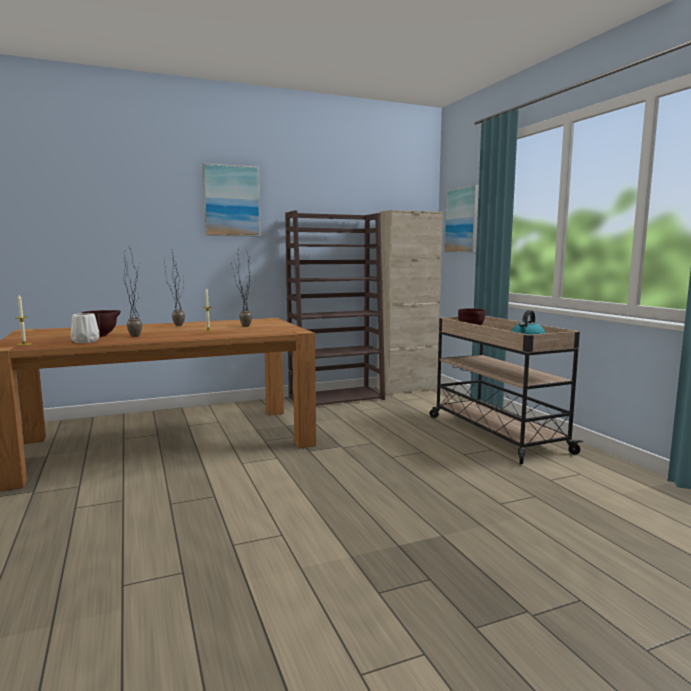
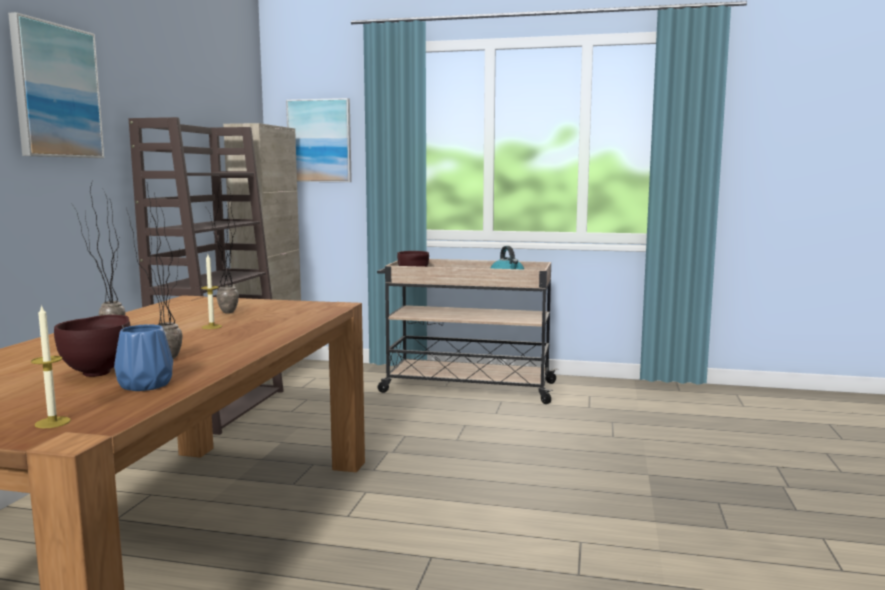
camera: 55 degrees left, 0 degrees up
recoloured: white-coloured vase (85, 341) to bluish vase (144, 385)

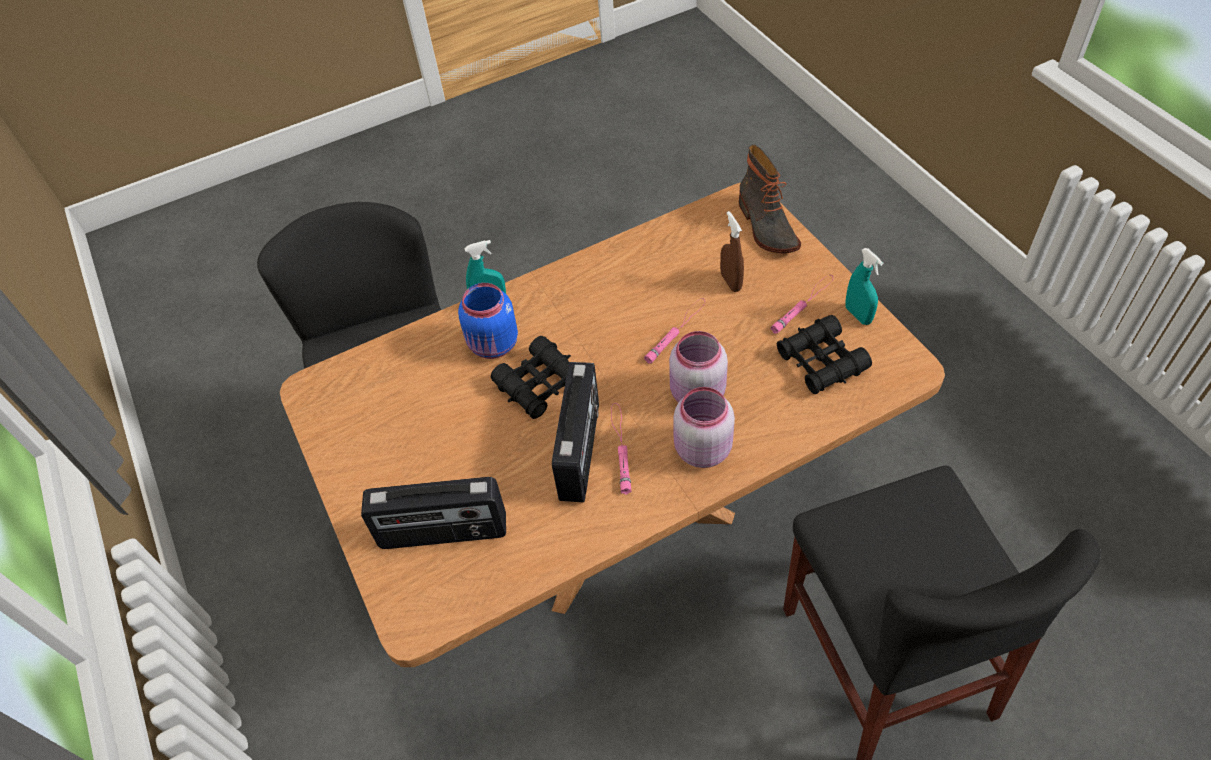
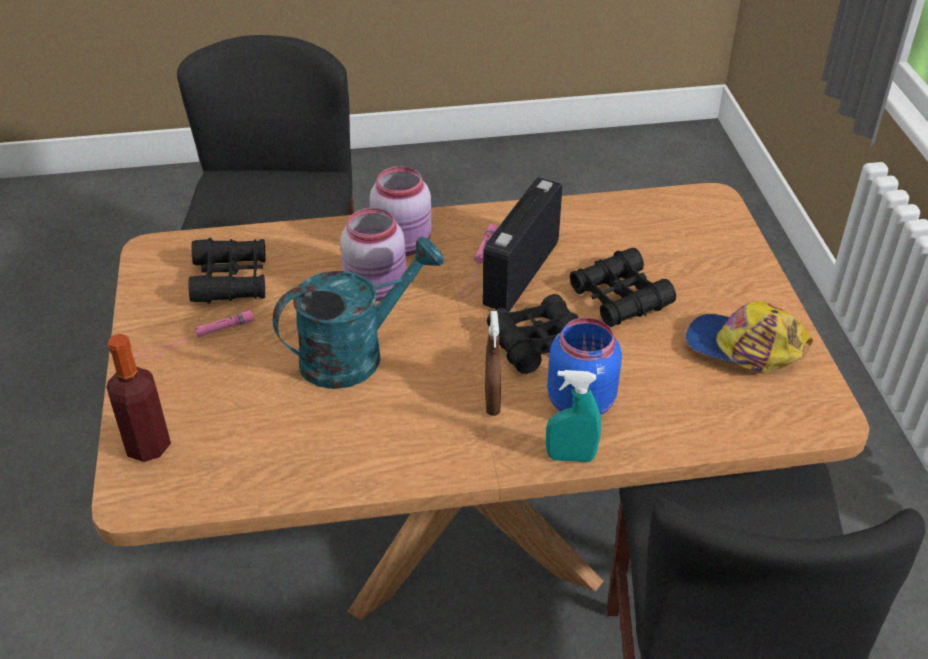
camera: 165 degrees left, 10 degrees down
removed: radio receiver (443, 533); turquoise sprayer (858, 315)
added: black pair of binoculars (620, 298); cap (744, 347)
moved: brown-coloured sprayer (730, 282) to (492, 402)
replaced: high-top boot (765, 227) to bottle (148, 446); pink torch (676, 330) to turquoise watering can (355, 353)

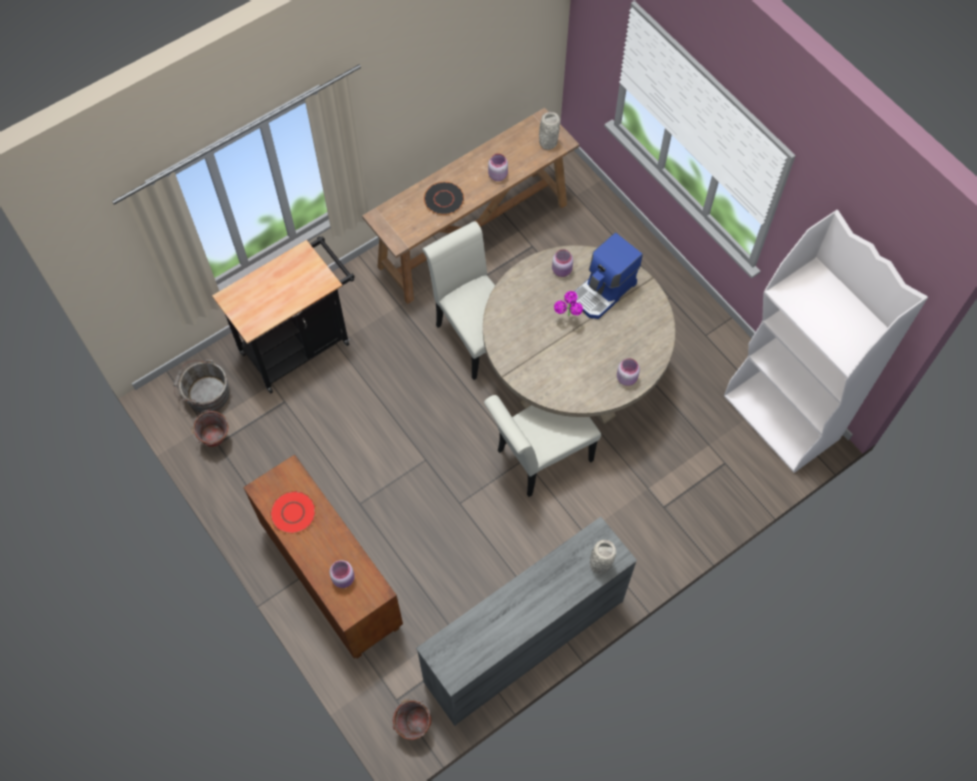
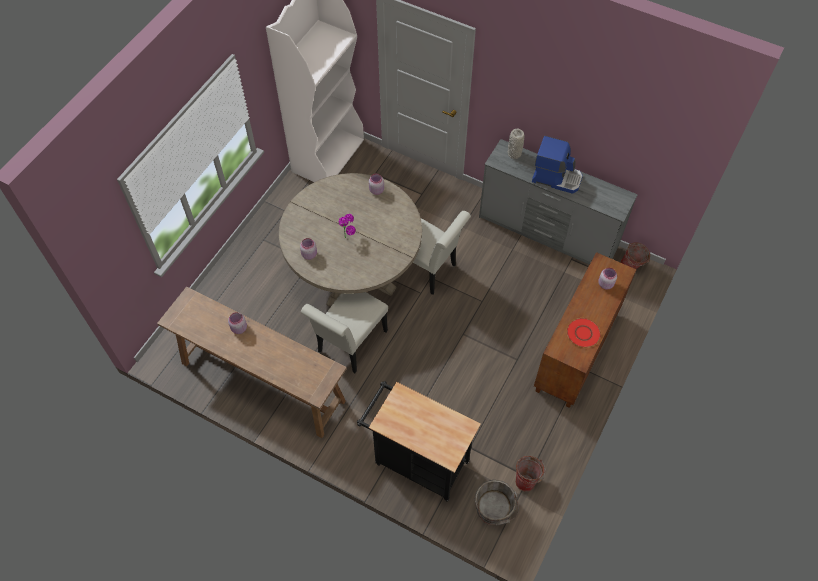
camera: 115 degrees left, 5 degrees down
removed: black flat dish (444, 199); gray vase (547, 143)
moved: coffee maker (604, 292) to (556, 177)

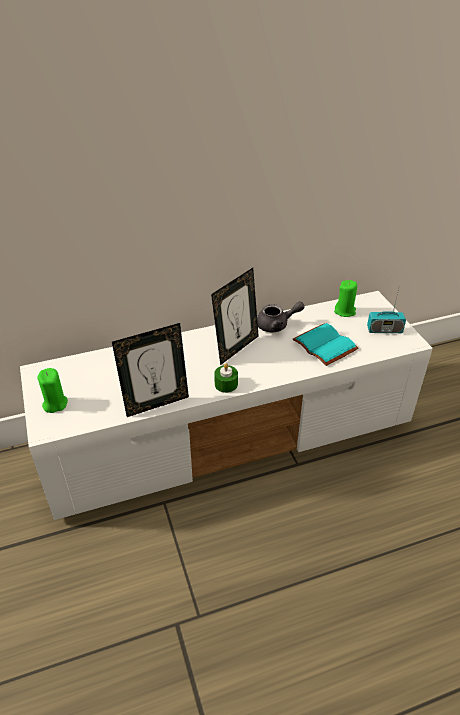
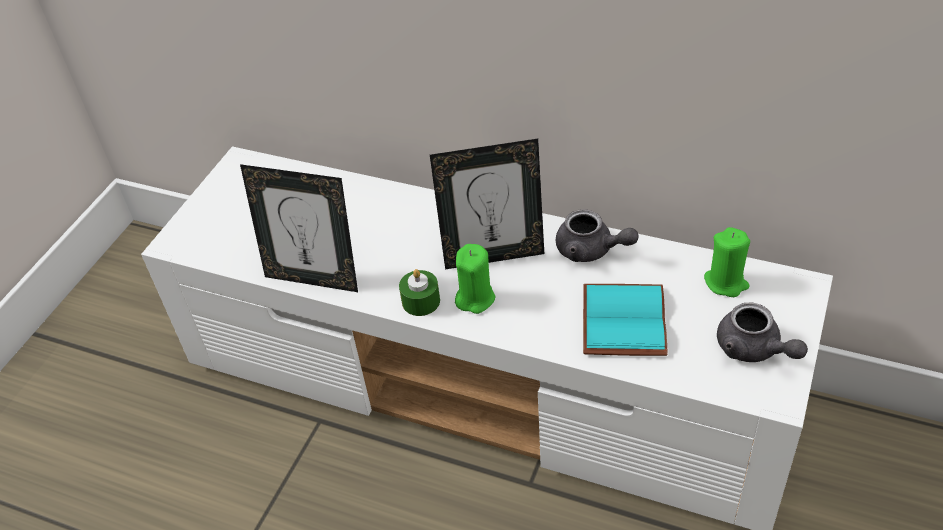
camera: 45 degrees right, 5 degrees up
moved: green-coloured wax candle (55, 403) to (475, 298)
replaced: radio receiver (384, 330) to gray pot for tea (754, 349)

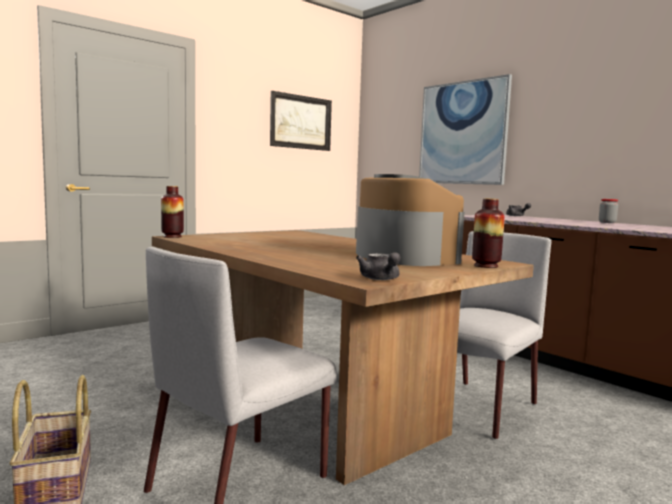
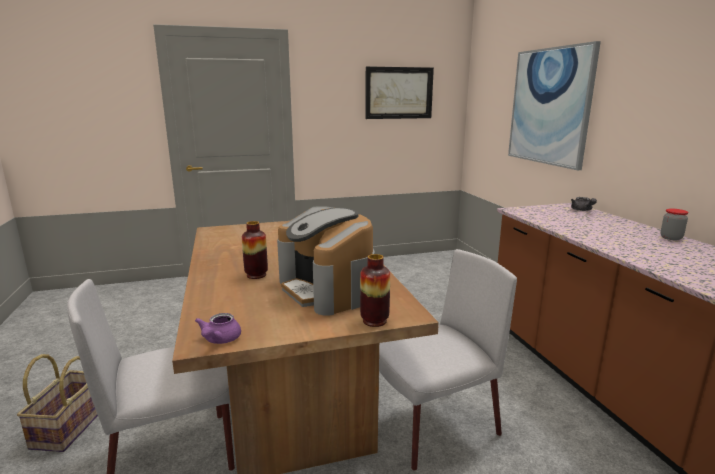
camera: 25 degrees right, 10 degrees up
moved: vase (172, 236) to (256, 275)
recoloured: gray pot for tea (381, 279) to purplish pot for tea (219, 340)
turned: coffee maker (403, 257) = (327, 289) 150 degrees clockwise

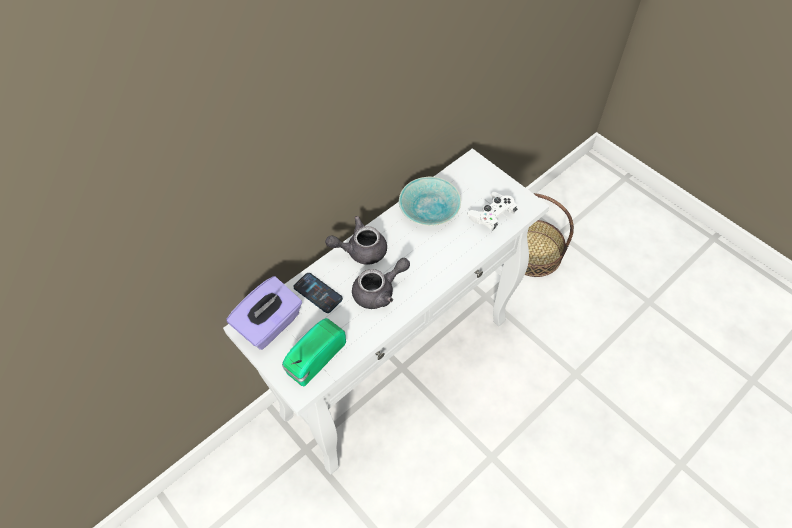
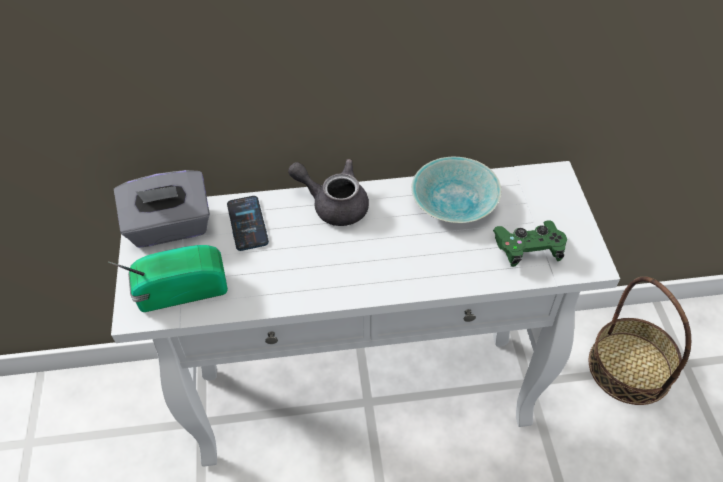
camera: 35 degrees right, 5 degrees down
removed: gray pot for tea (379, 291)
recoloured: purplish box of tissues (270, 325) to gray box of tissues (170, 227); white-coloured joypad (491, 216) to green-coloured joypad (528, 249)

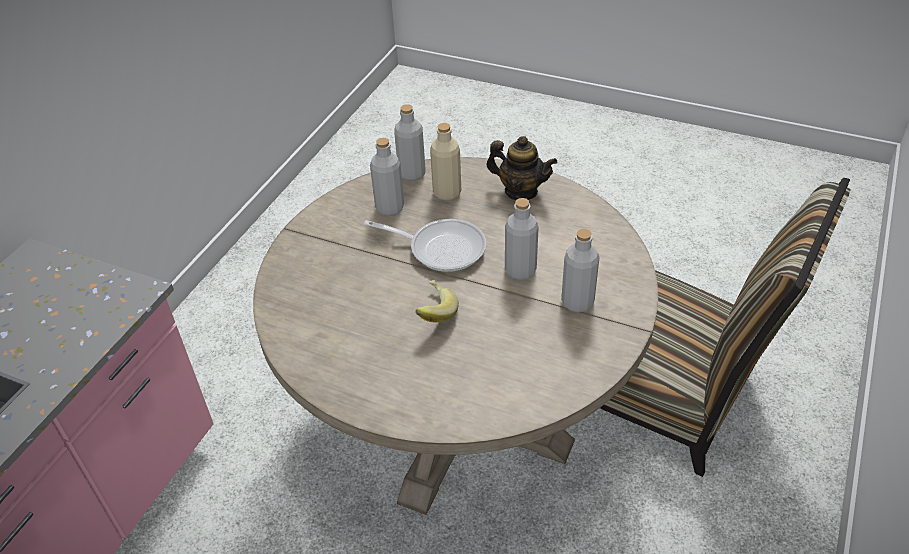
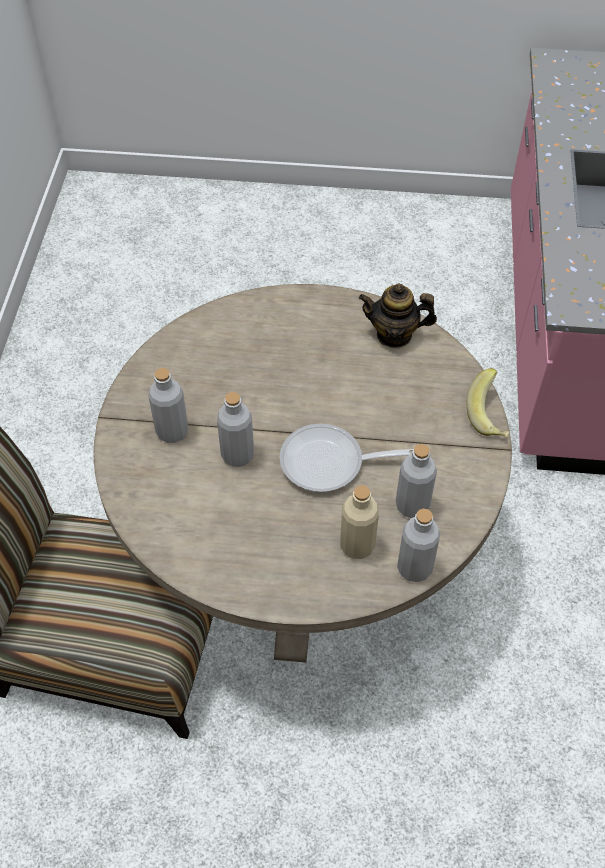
camera: 160 degrees right, 10 degrees up
moved: pot for tea (521, 191) to (394, 335); banana (433, 312) to (490, 416)

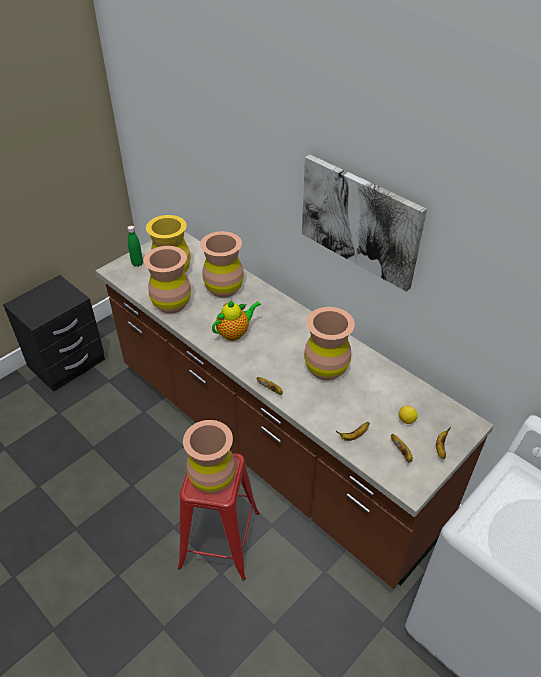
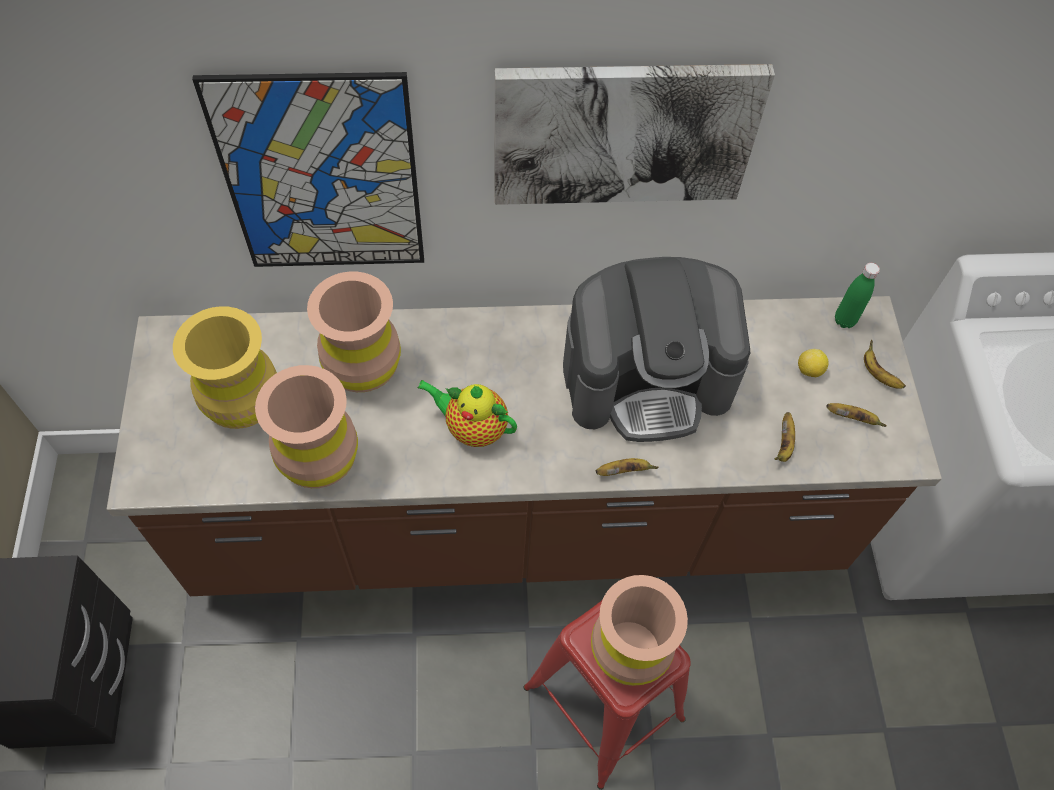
camera: 50 degrees left, 15 degrees up
added: wall picture (322, 178)
moved: green-coloured bottle (137, 263) to (844, 320)
replaced: brown-coloured vase (326, 368) to coffee maker (647, 378)
turned: pot for tea (235, 333) = (472, 428) 75 degrees counterclockwise

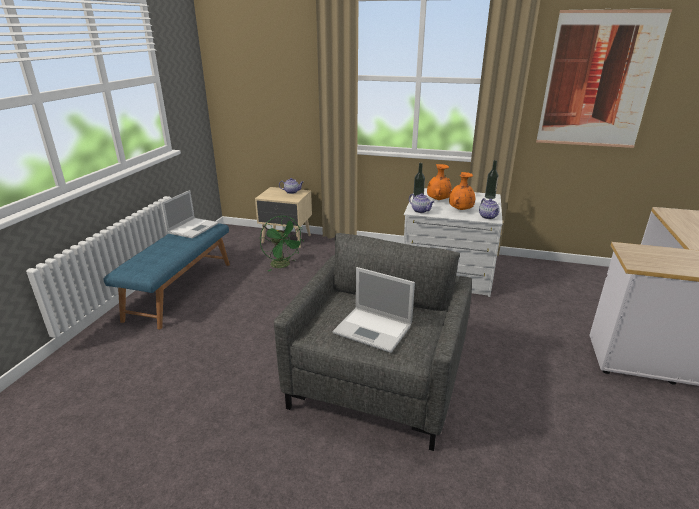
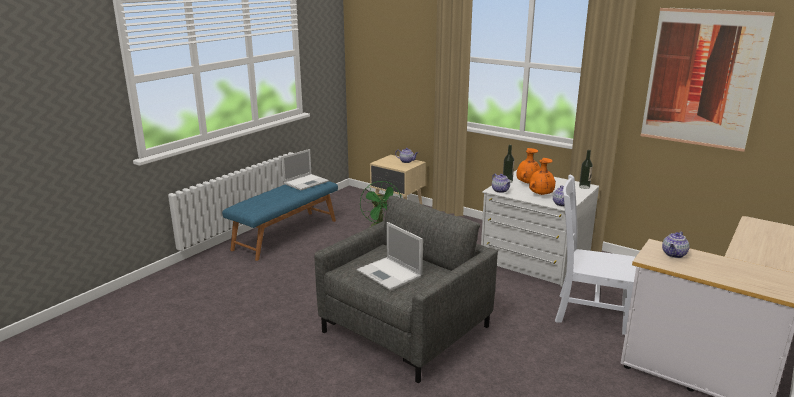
camera: 20 degrees right, 5 degrees down
added: white-coloured upright chair (588, 313); pot for tea (674, 254)

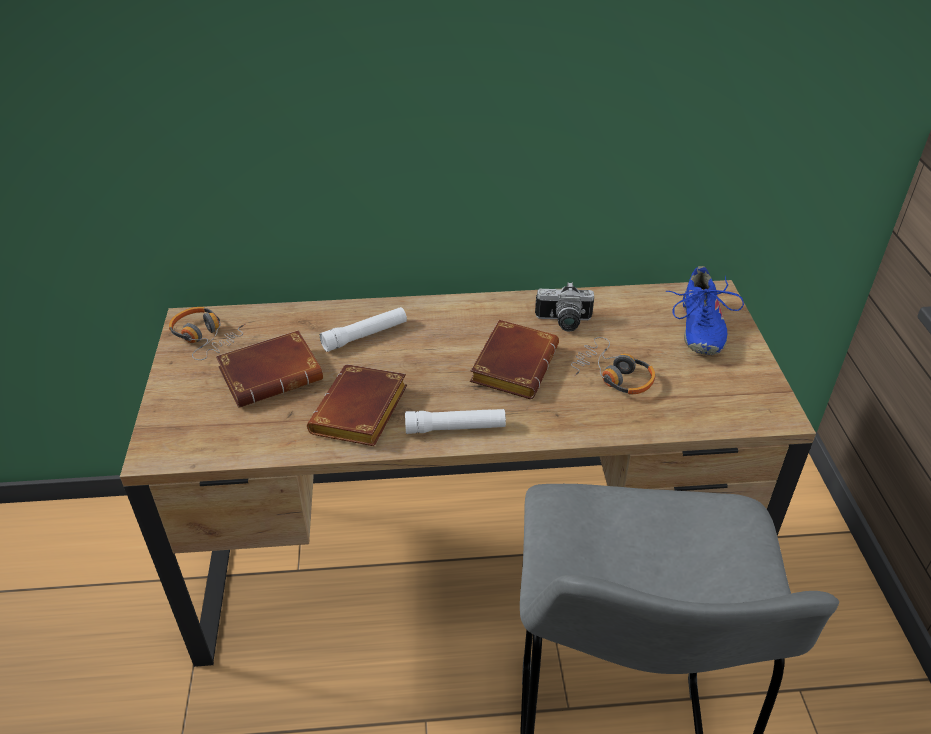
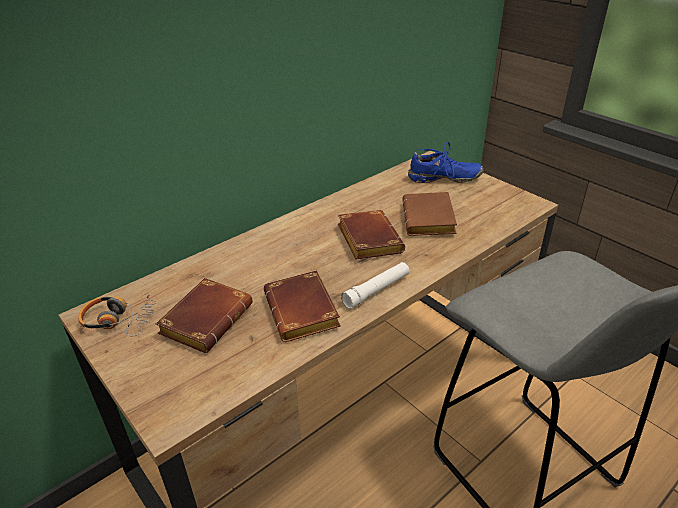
camera: 35 degrees left, 5 degrees down
removed: white-coloured torch (365, 335); still camera (563, 322)
replaced: headset (612, 376) to brown-coloured volume (430, 221)
turned: bluish item of footwear (699, 328) = (444, 179) 60 degrees counterclockwise

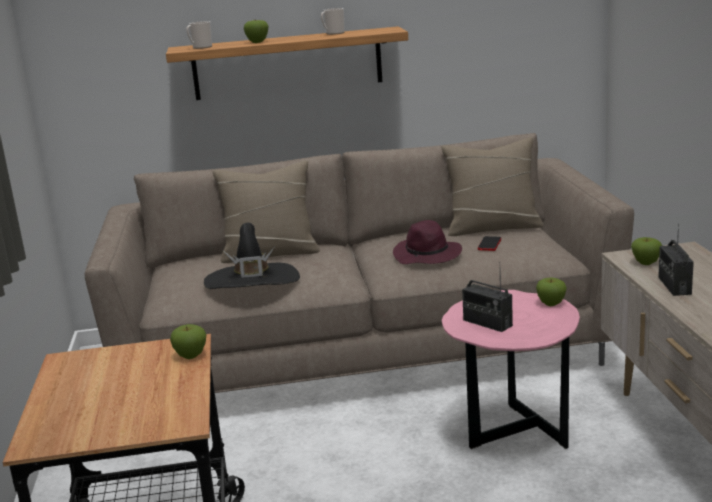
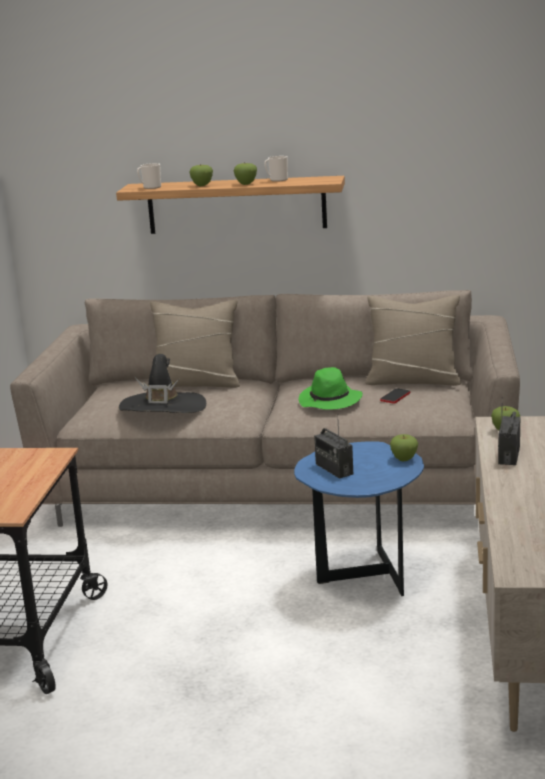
camera: 15 degrees right, 0 degrees up
moved: apple fruit (191, 356) to (246, 184)
recoloured: pink end table (513, 435) to bluish end table (363, 578); purplish wearable hat (428, 256) to green-coloured wearable hat (330, 401)

